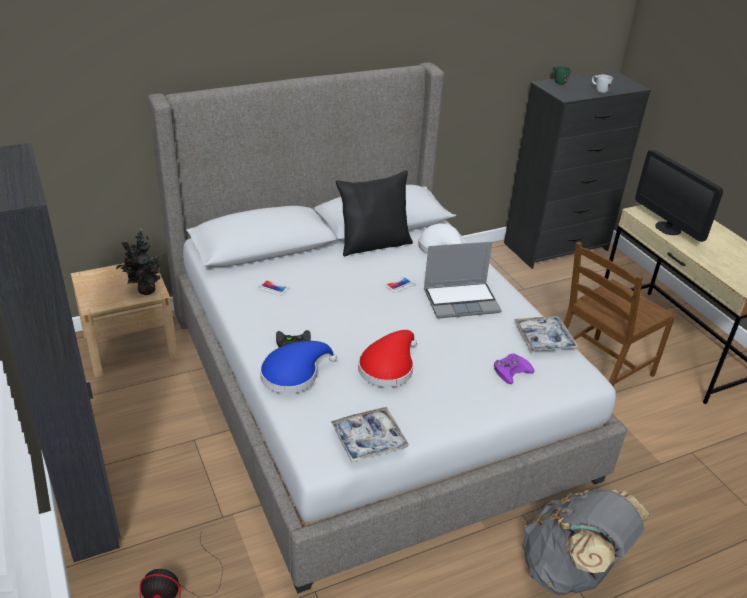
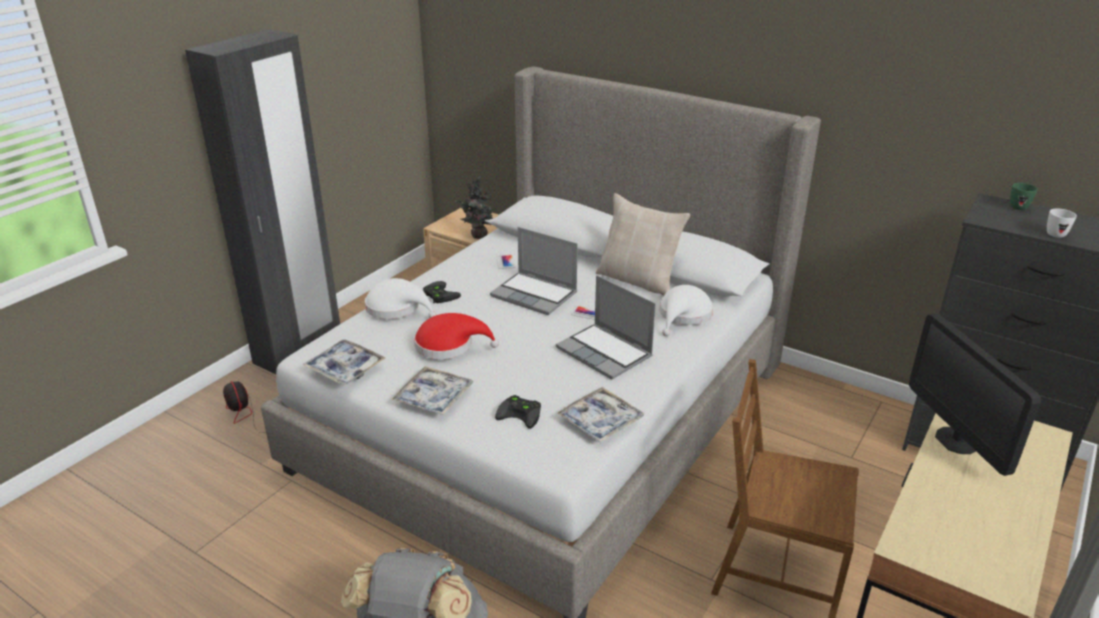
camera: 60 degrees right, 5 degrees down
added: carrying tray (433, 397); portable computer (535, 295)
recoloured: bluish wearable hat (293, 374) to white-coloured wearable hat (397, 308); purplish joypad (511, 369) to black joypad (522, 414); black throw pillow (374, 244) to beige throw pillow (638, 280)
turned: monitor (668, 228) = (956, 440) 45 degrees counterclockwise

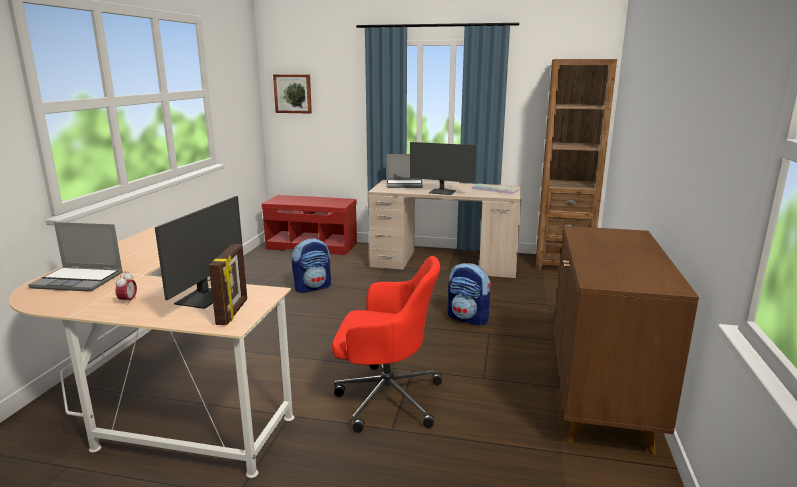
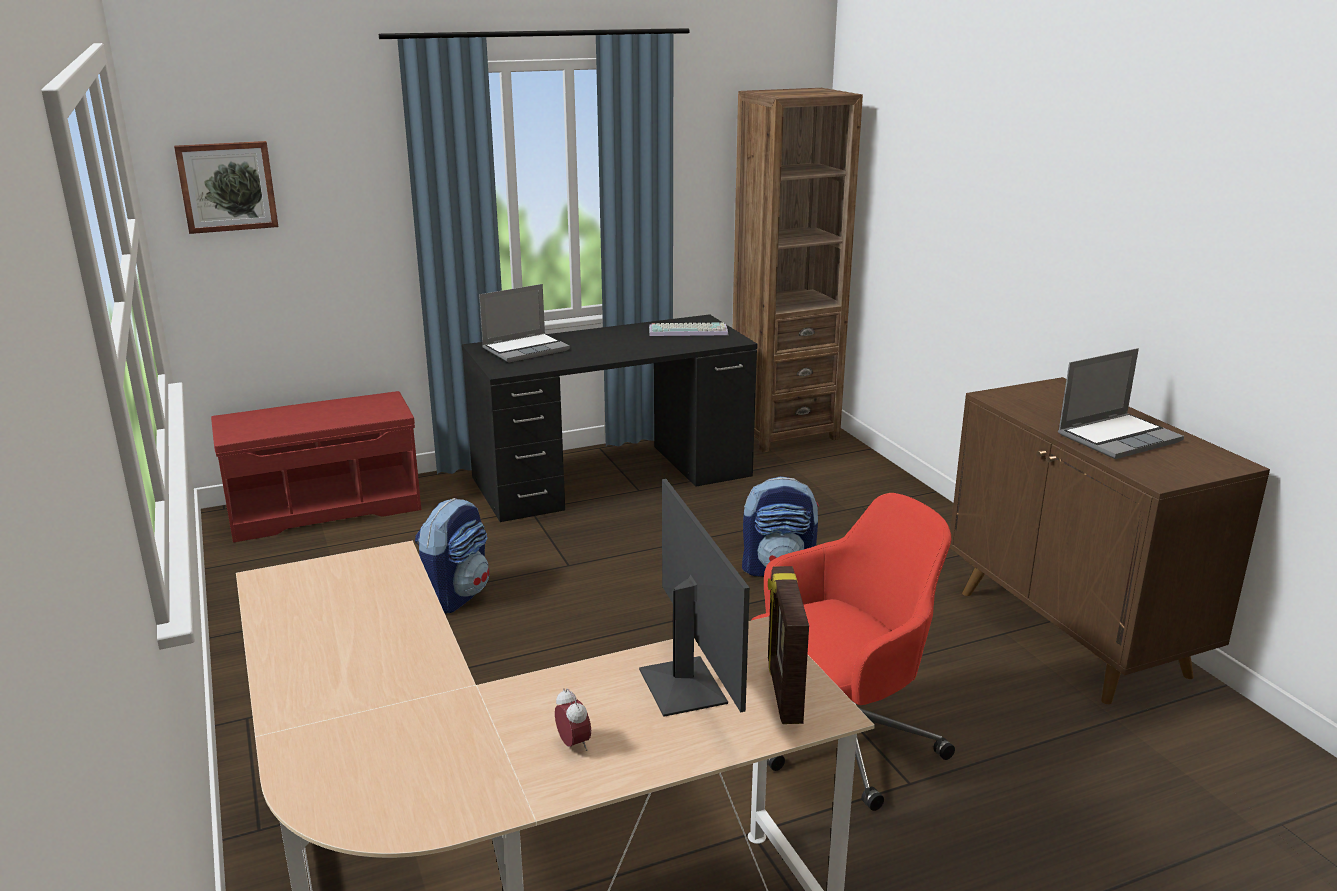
camera: 35 degrees left, 5 degrees up
removed: monitor (442, 192)
moved: portable computer (79, 280) to (1118, 437)
recoloured: beige desk (445, 262) to black desk (613, 477)
turned: picture frame (233, 312) = (783, 691) 150 degrees counterclockwise

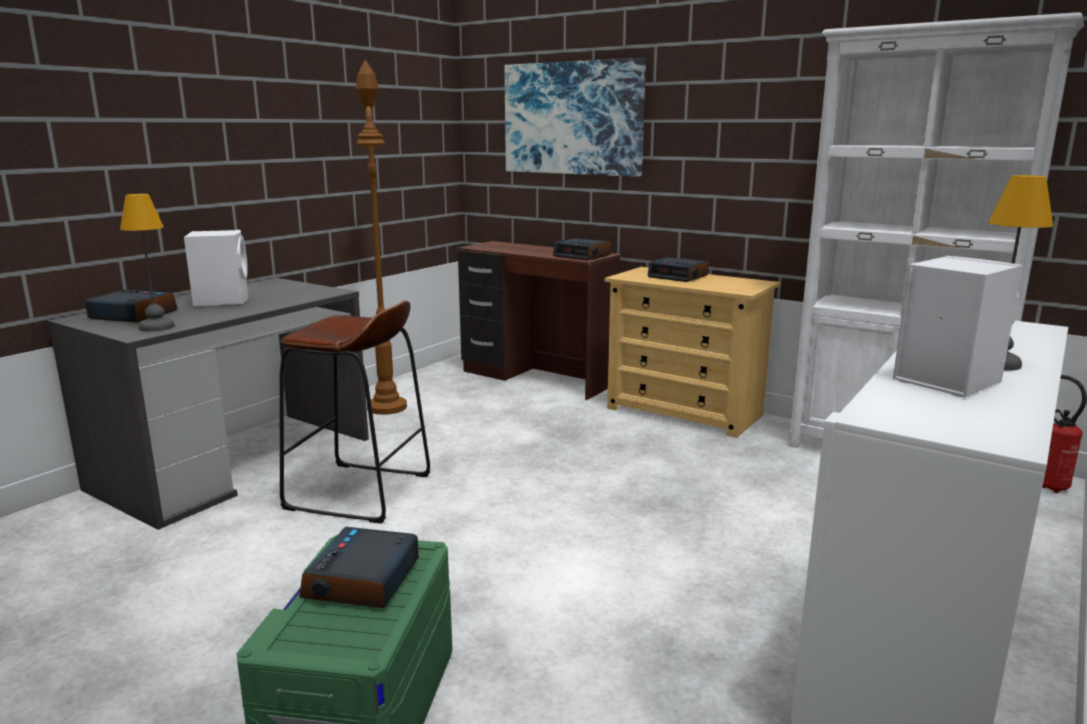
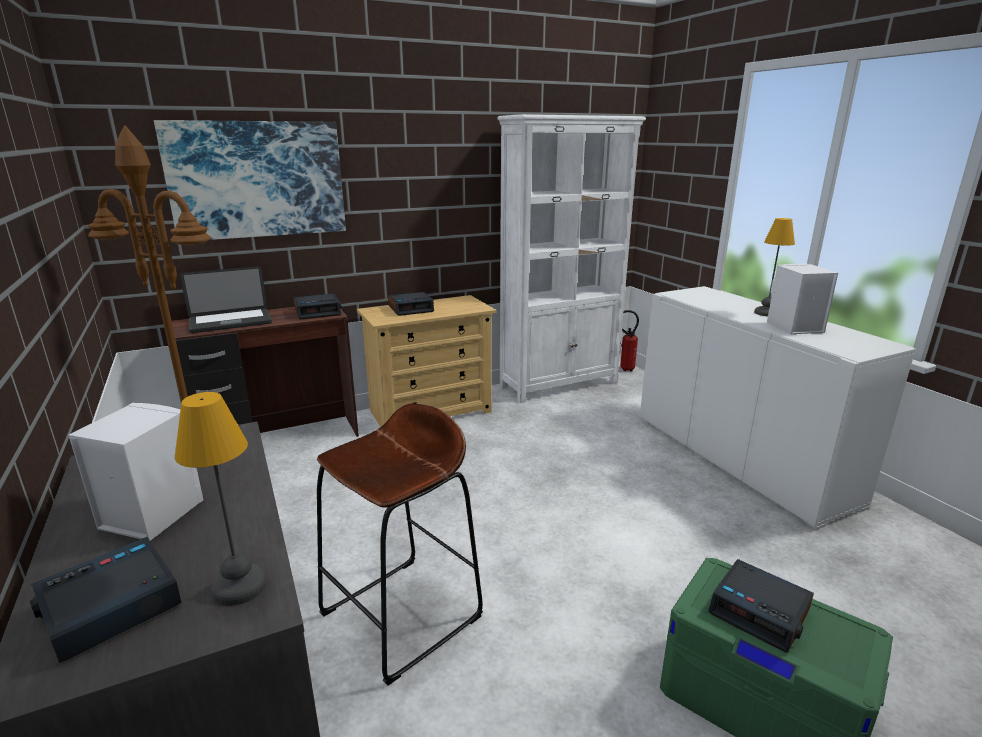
camera: 60 degrees left, 5 degrees up
added: portable computer (230, 322)

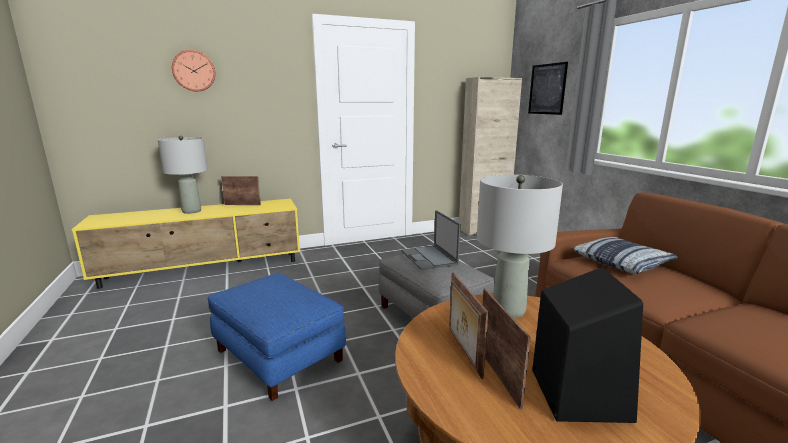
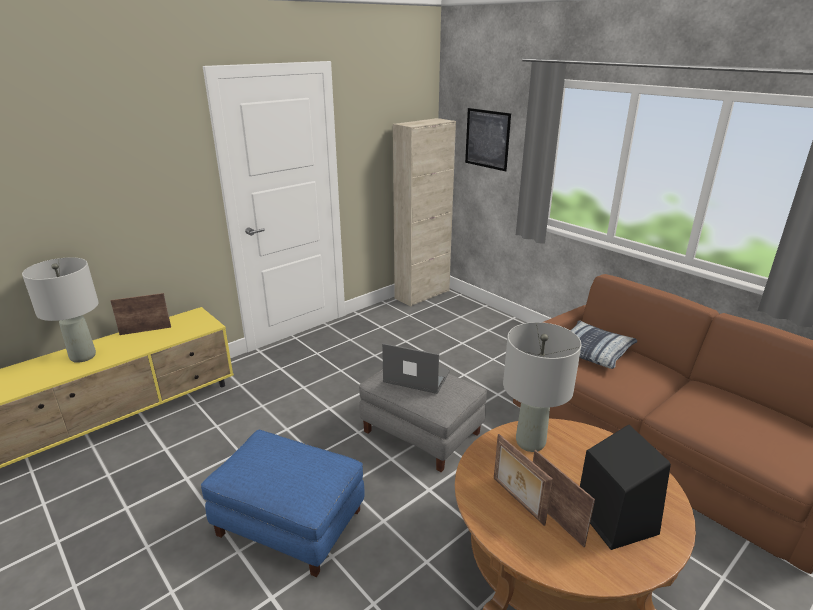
camera: 20 degrees left, 10 degrees up
removed: hanging clock (194, 71)
turned: portable computer (429, 258) = (416, 376) 150 degrees clockwise

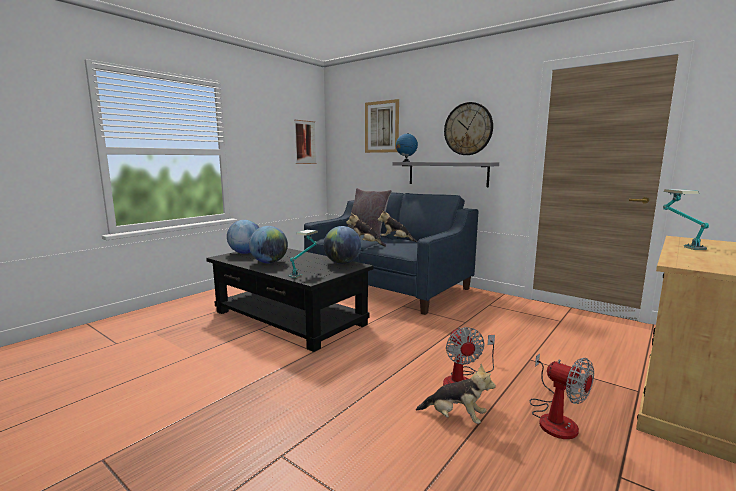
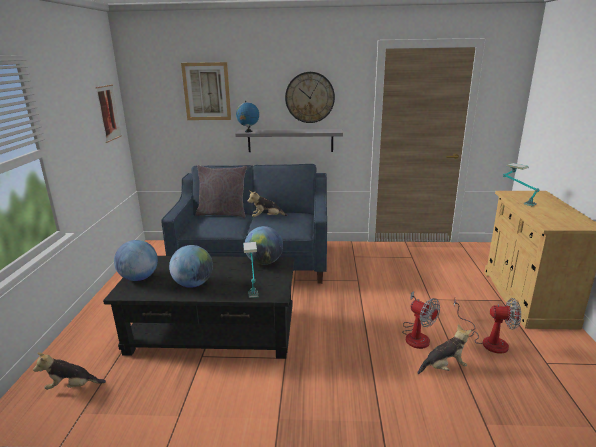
camera: 35 degrees left, 10 degrees up
moved: cuddly toy (365, 244) to (72, 387)

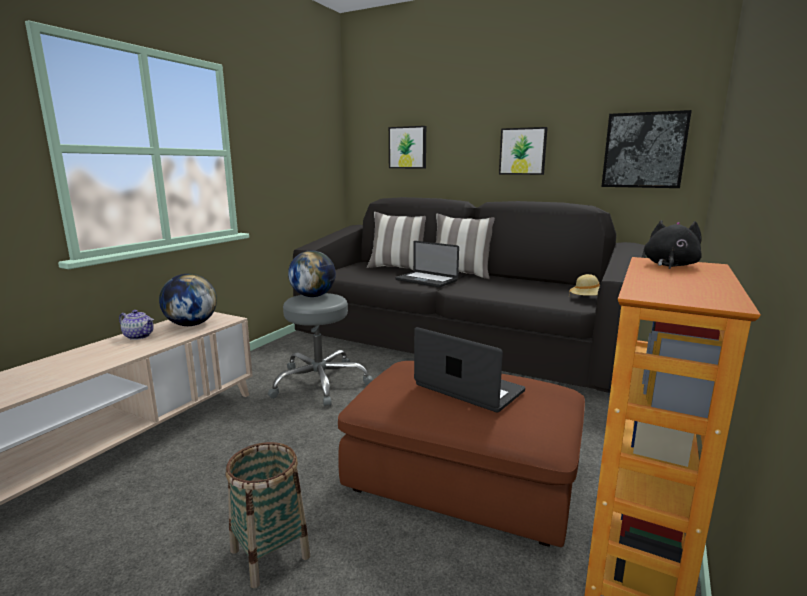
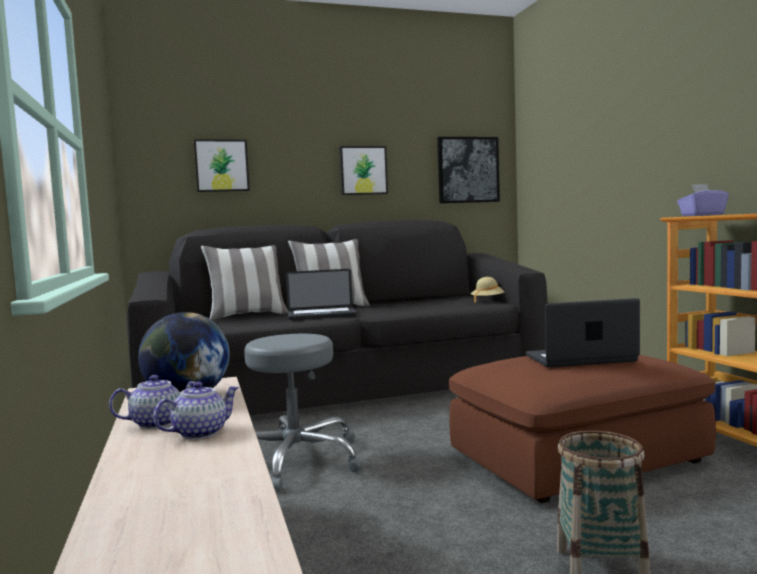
camera: 45 degrees left, 10 degrees down
removed: world globe (313, 296)
added: pot for tea (200, 433)
replaced: black cuddly toy (669, 265) to purplish box of tissues (702, 215)

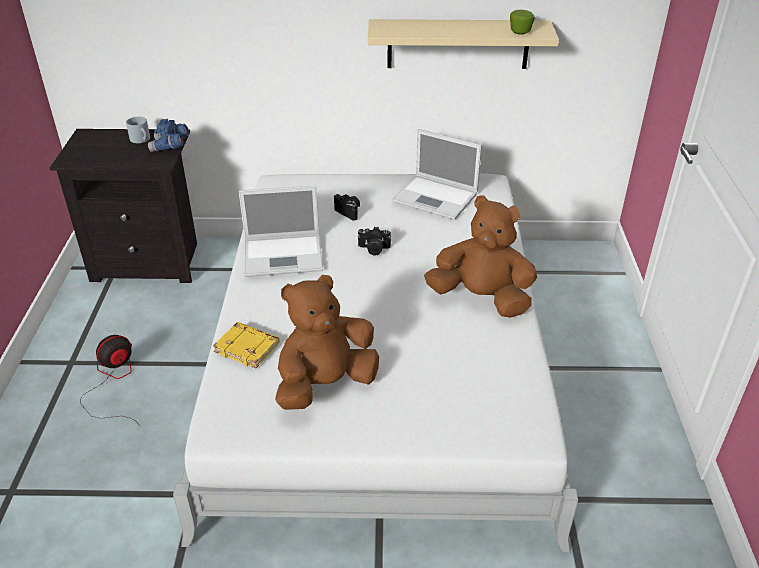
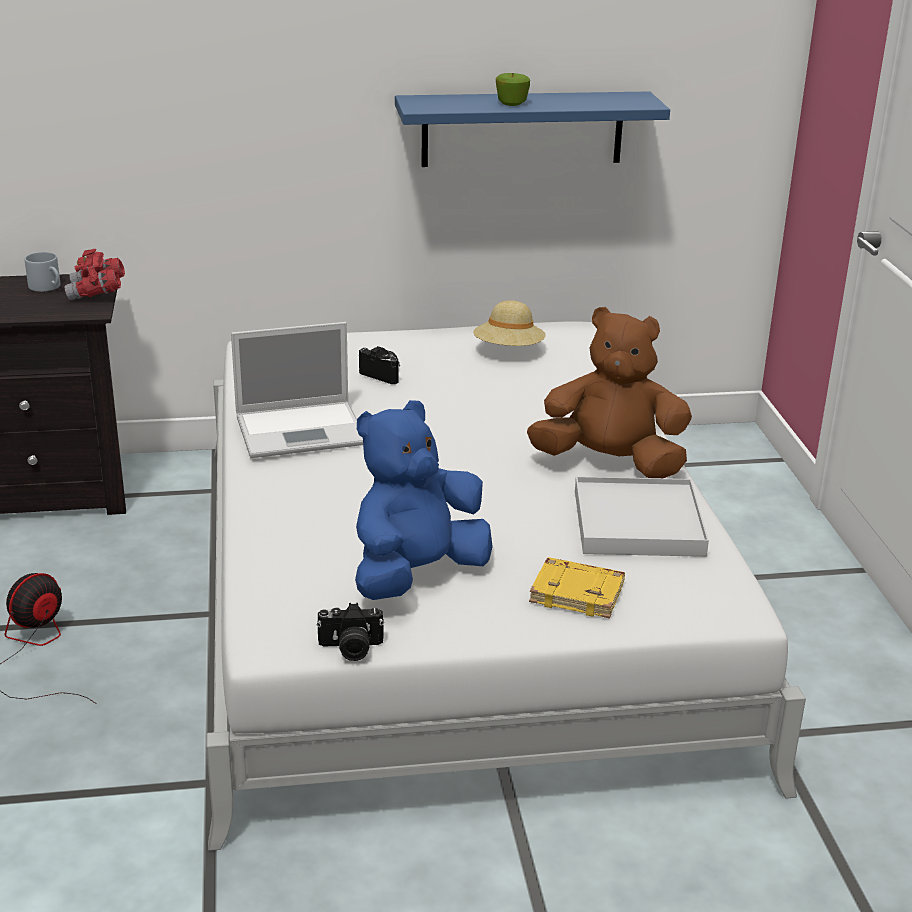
camera: 10 degrees left, 10 degrees down
added: white-coloured carrying tray (638, 523)
moved: still camera (373, 249) to (350, 648); apple fruit (520, 32) to (511, 103); yellowish volume (248, 348) to (578, 593)
replaced: portable computer (436, 198) to beige wearable hat (508, 350)
recoloured: bluish pair of binoculars (170, 147) to red pair of binoculars (97, 293); brown-coloured cuddly toy (325, 384) to bluish cuddly toy (416, 575); beige wall shelf (458, 44) to bluish wall shelf (522, 129)

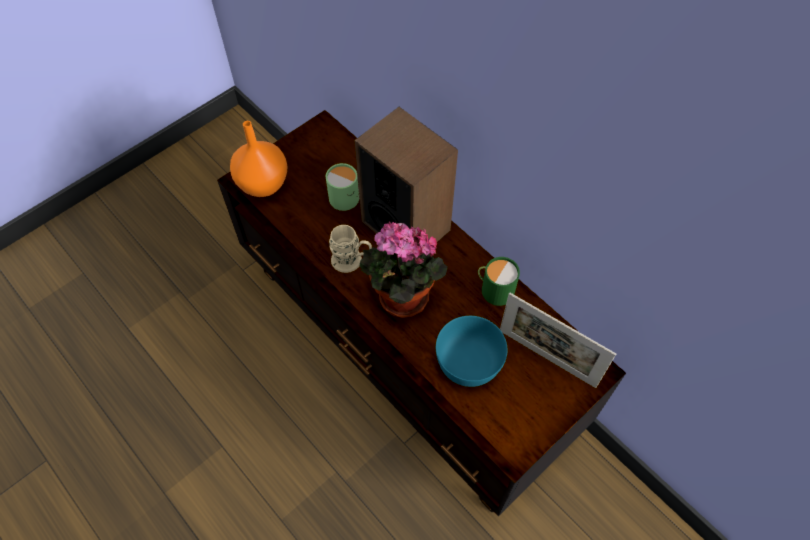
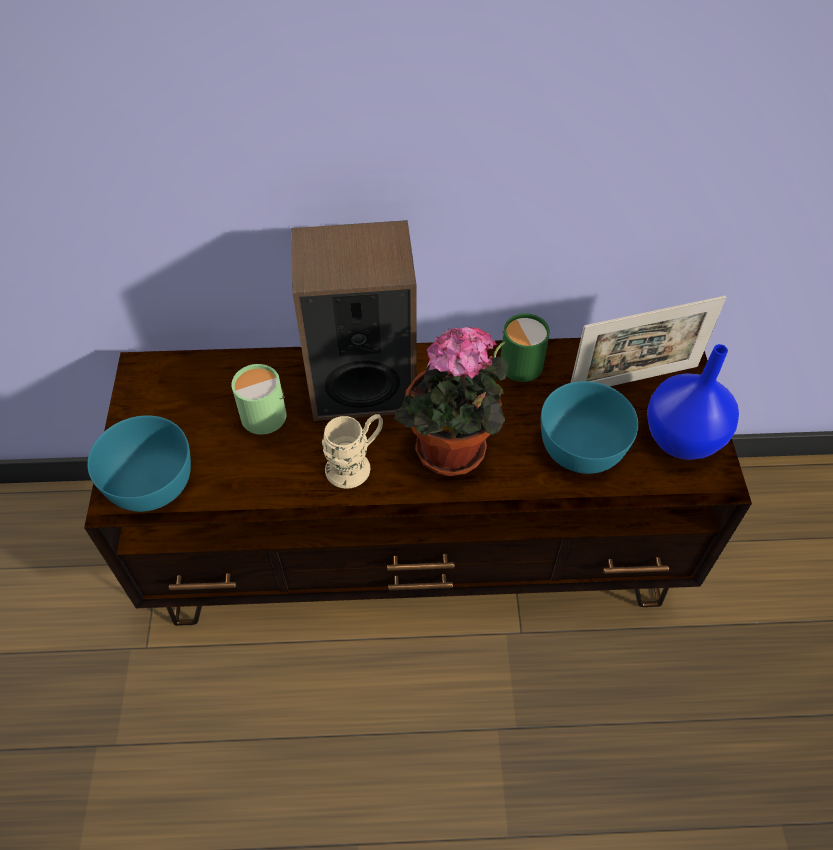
camera: 50 degrees left, 5 degrees down
added: bluish vase (682, 440)
replaced: orange-coloured vase (262, 183) to turquoise deep dish (149, 482)

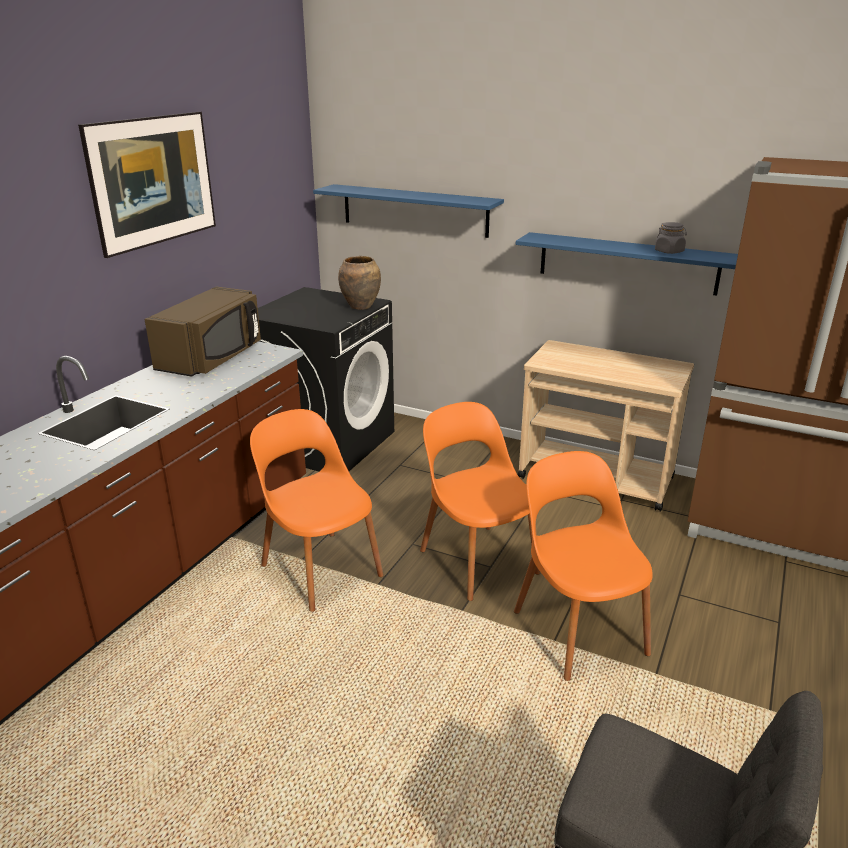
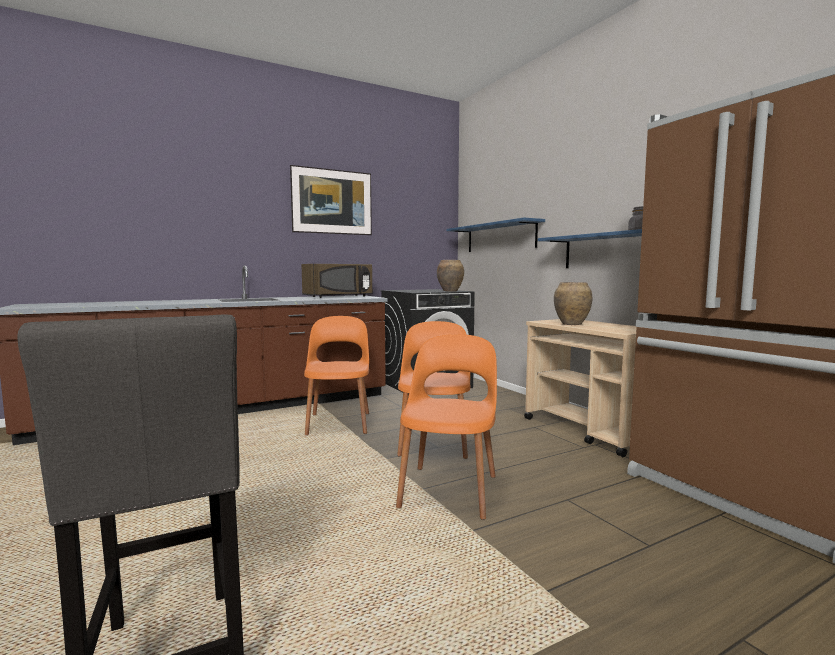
camera: 35 degrees right, 20 degrees down
added: brown-coloured vase (571, 324)

